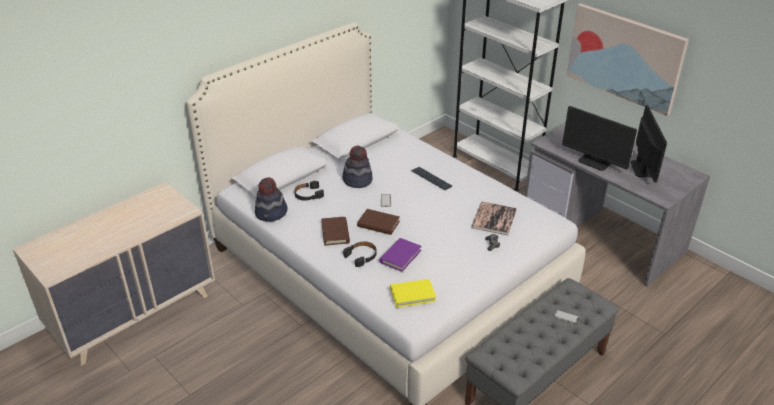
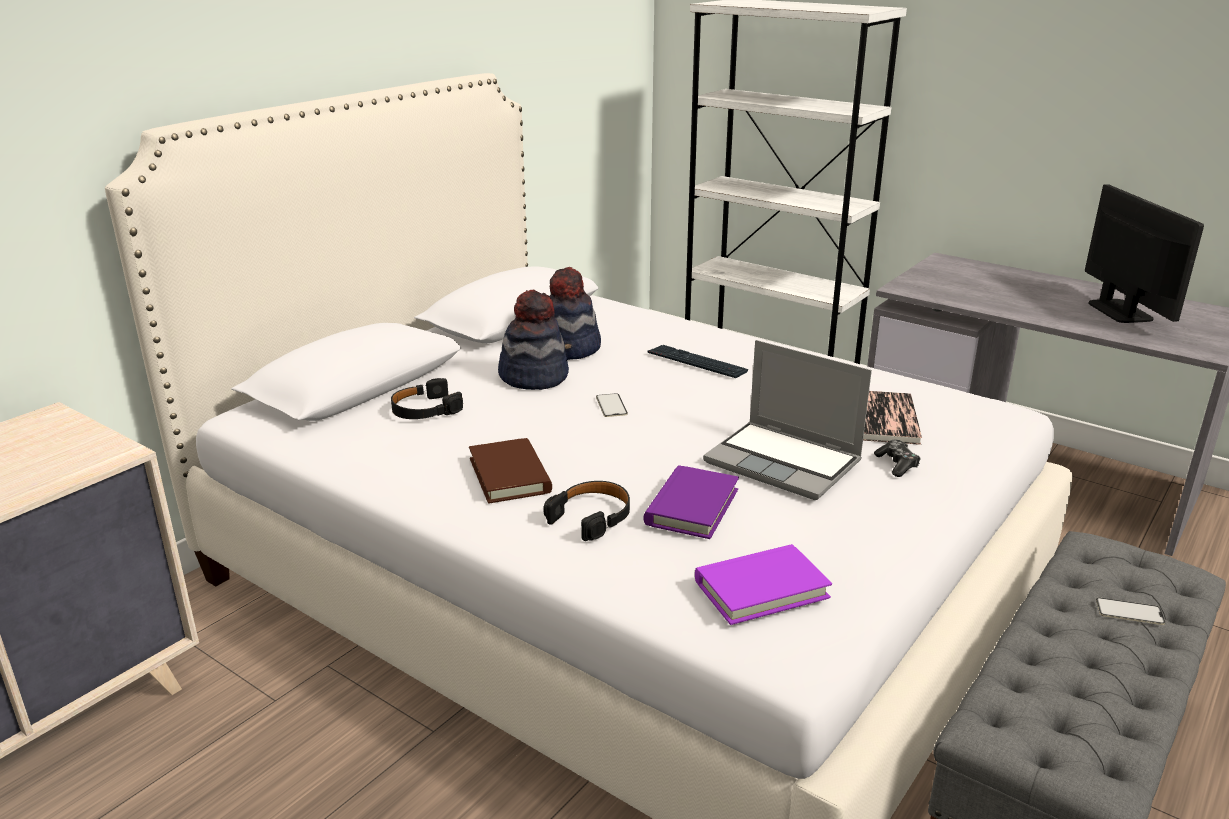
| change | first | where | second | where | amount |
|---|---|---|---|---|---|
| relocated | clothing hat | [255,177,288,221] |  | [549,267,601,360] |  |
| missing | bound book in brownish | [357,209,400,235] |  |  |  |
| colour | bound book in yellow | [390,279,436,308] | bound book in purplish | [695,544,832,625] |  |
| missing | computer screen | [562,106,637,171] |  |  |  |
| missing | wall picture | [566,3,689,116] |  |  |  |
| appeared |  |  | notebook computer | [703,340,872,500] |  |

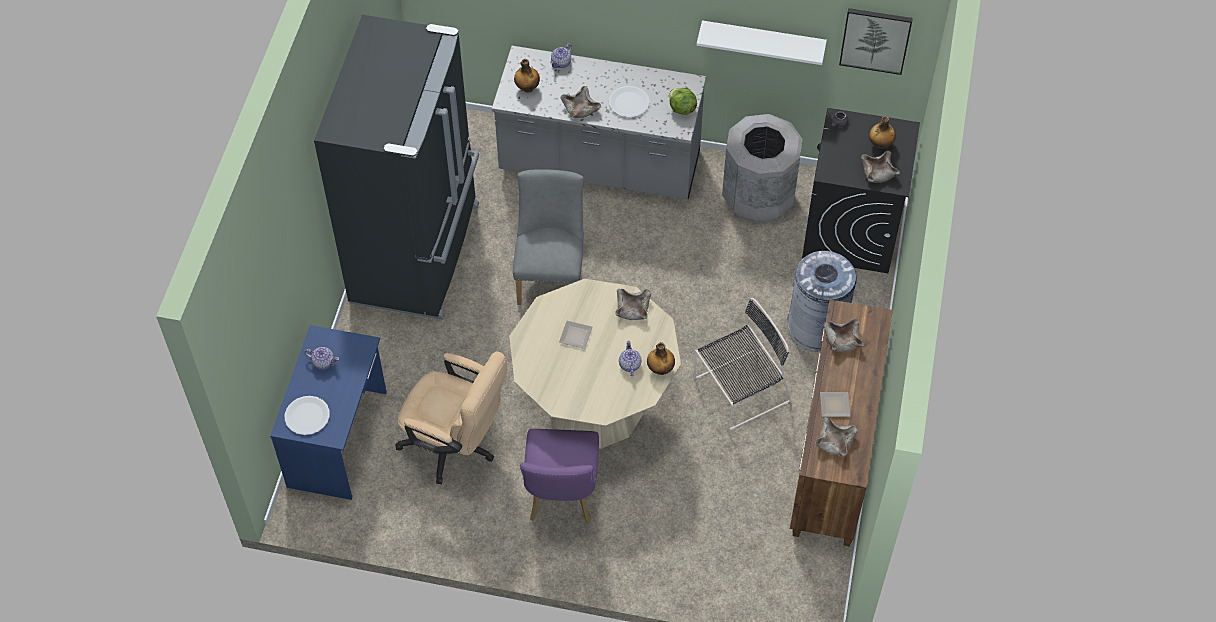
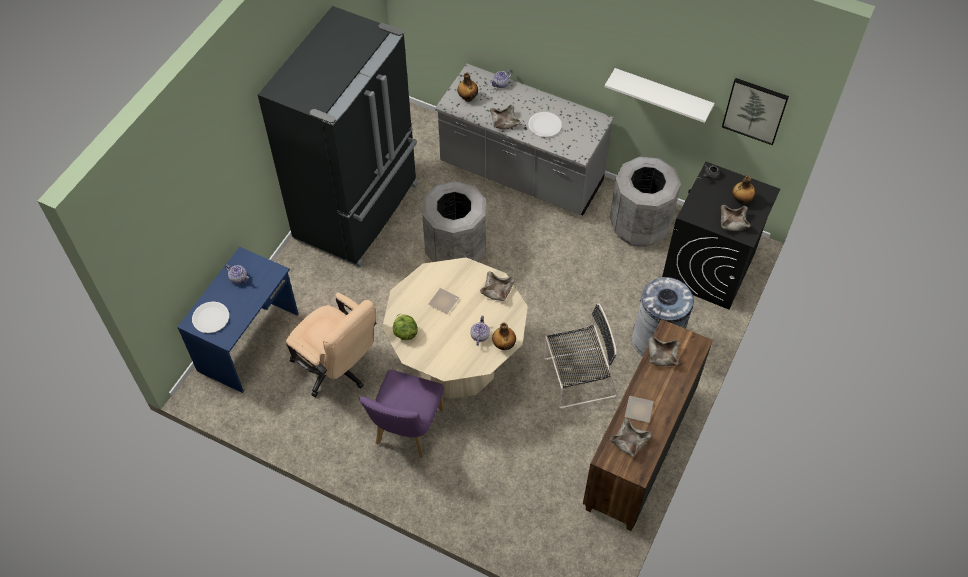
| change | first | where | second | where | amount |
|---|---|---|---|---|---|
| exchanged | upright chair in gray | [513,169,584,305] | waste bin in gray | [422,181,486,262] |  |
| relocated | lettuce | [669,88,697,115] |  | [393,314,418,340] |  |

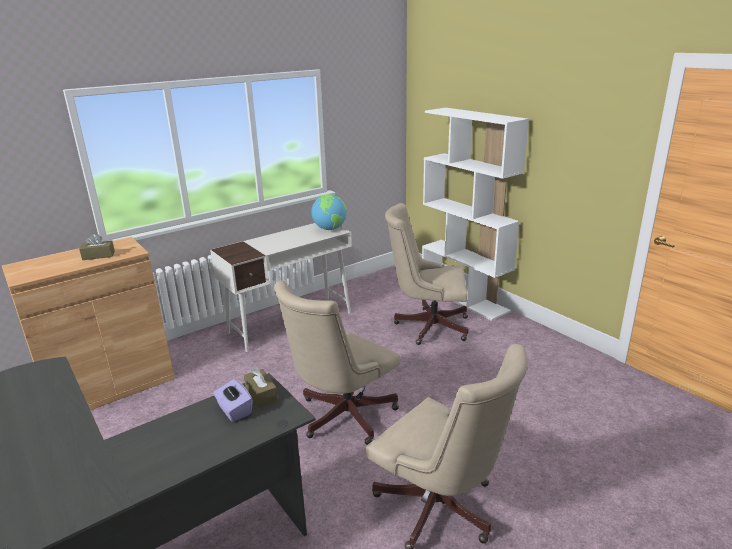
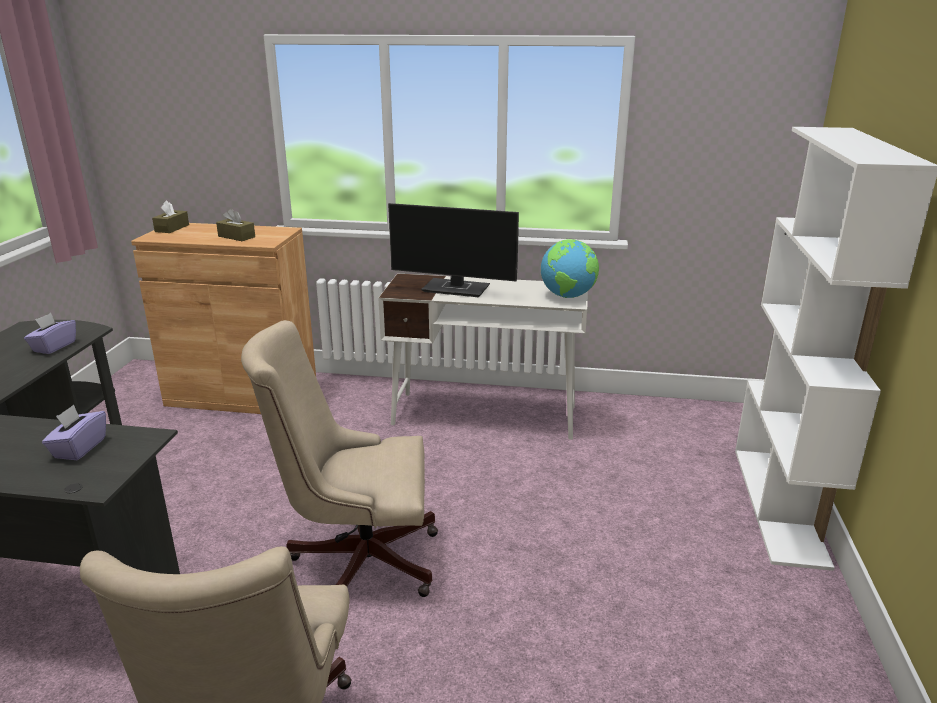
| change | first | where | second | where | amount |
|---|---|---|---|---|---|
| relocated | tissue holder in brownish | [244,367,278,408] |  | [152,200,189,233] |  |
| missing | office chair in beige | [385,203,468,345] |  |  |  |
| appeared |  |  | tissue holder in purplish | [24,313,76,354] |  |
| appeared |  |  | computer screen | [388,203,519,297] |  |

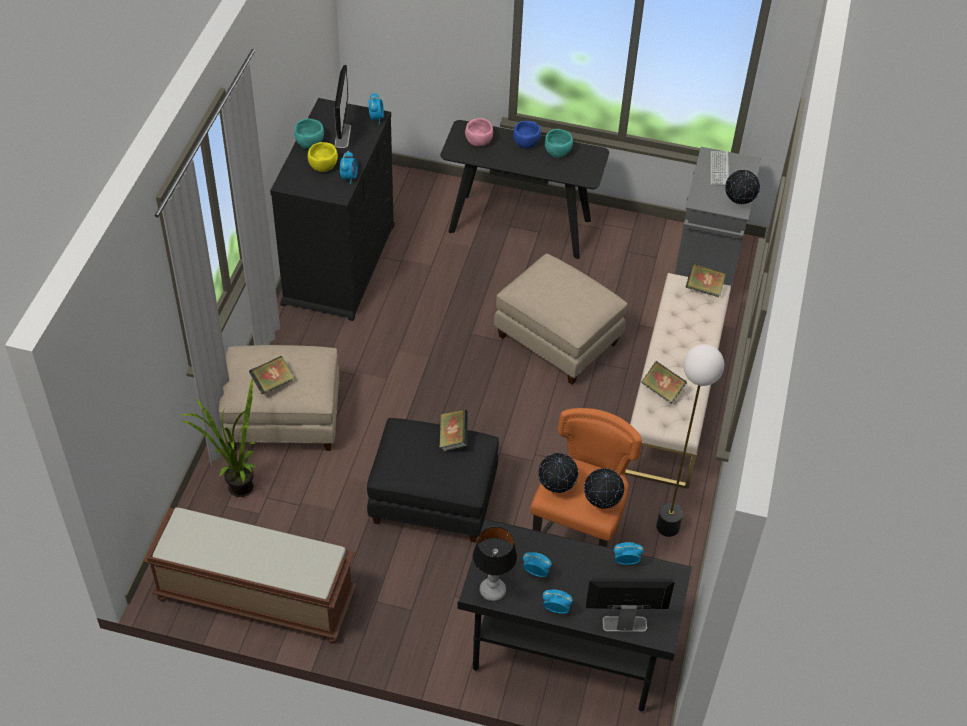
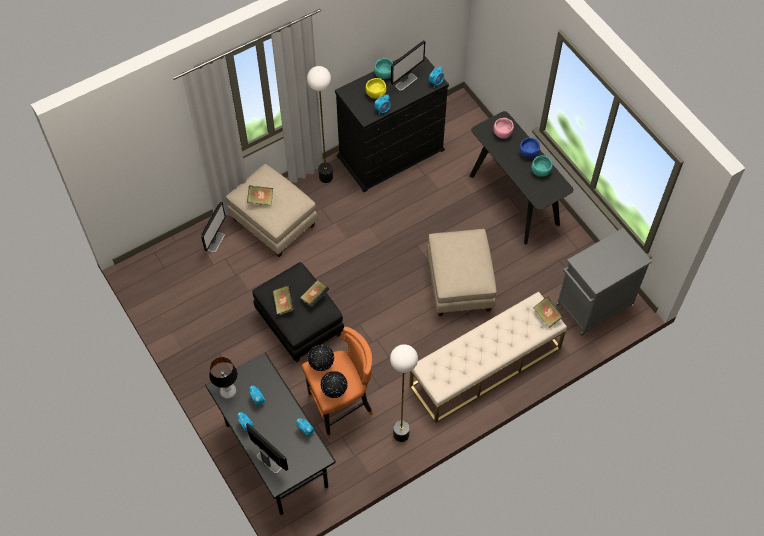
| change | first | where | second | where | amount |
|---|---|---|---|---|---|
| missing | bench in brownish | [143,508,357,643] |  |  |  |
| exchanged | potted plant | [179,377,256,497] | computer screen | [201,202,226,252] |  |
| relocated | bound book | [641,361,687,404] |  | [273,285,295,315] |  |
| missing | PC keyboard | [711,151,729,185] |  |  |  |
| missing | desk globe | [725,170,760,204] |  |  |  |
| appeared |  |  | standard lamp | [307,66,333,183] |  |

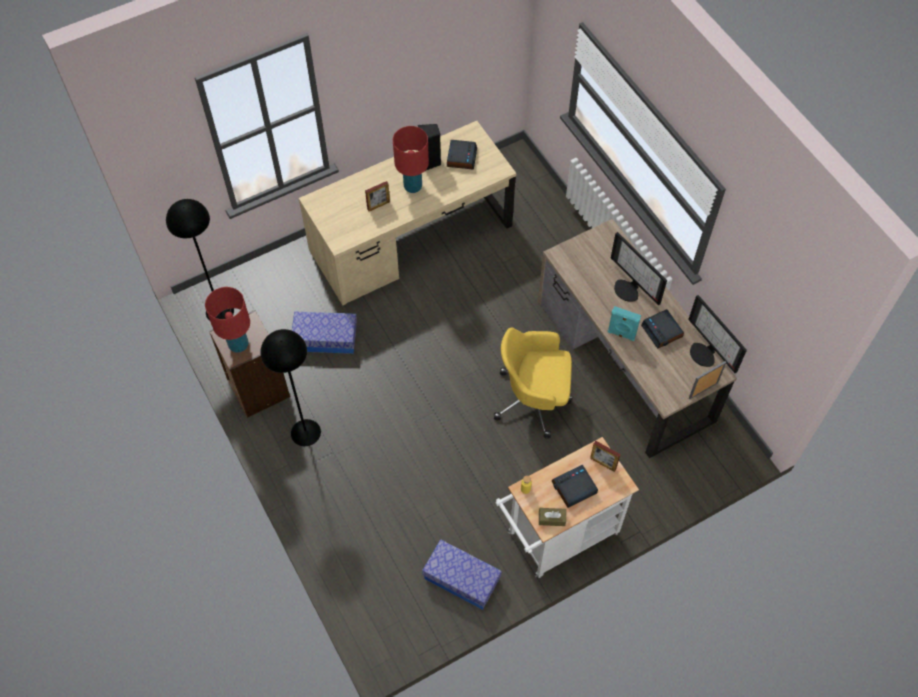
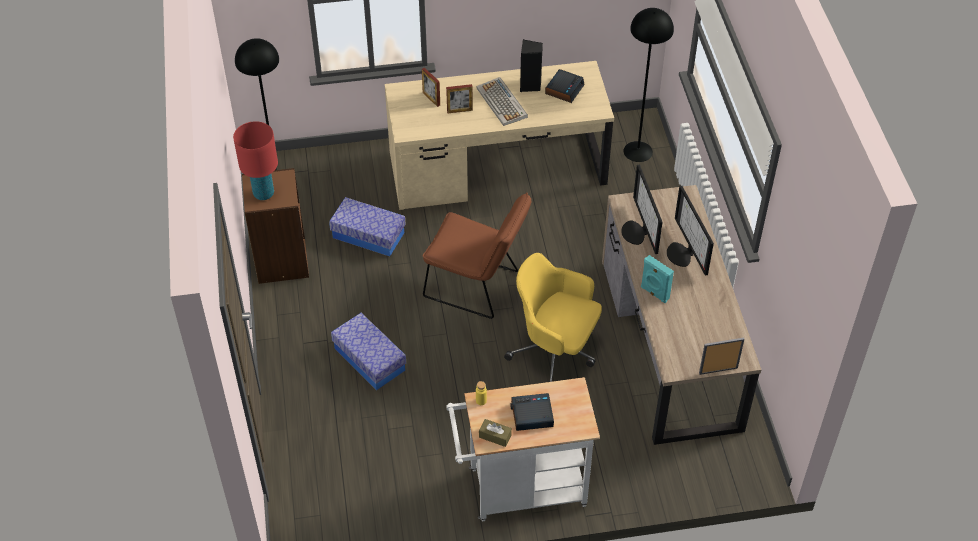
| change | first | where | second | where | amount |
|---|---|---|---|---|---|
| relocated | standard lamp in black-coloured | [260,329,321,446] |  | [623,8,674,162] |  |
| exchanged | tabletop lamp in red-coloured | [393,126,429,193] | PC keyboard | [476,77,528,126] |  |
| relocated | storage bin | [422,539,502,610] |  | [331,313,406,390] |  |
| relocated | photo frame | [590,441,621,472] |  | [422,68,440,107] |  |
| missing | bedside clock | [641,309,684,349] |  |  |  |
| relocated | computer screen | [688,295,747,373] |  | [621,164,663,254] |  |
| appeared |  |  | upright chair in brownish | [423,192,531,319] |  |

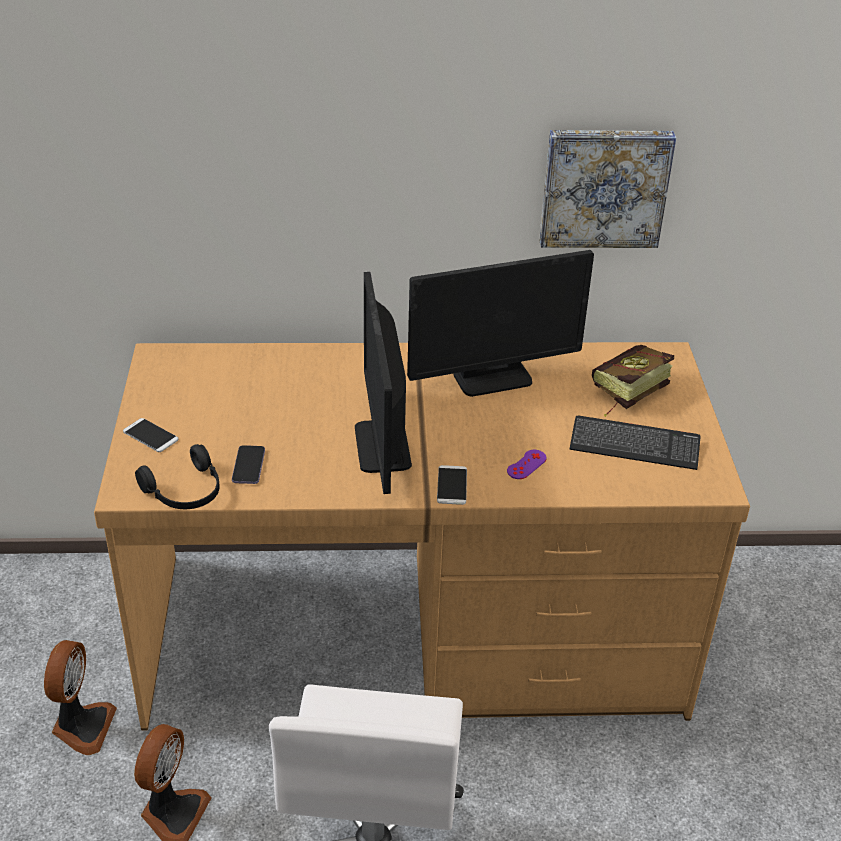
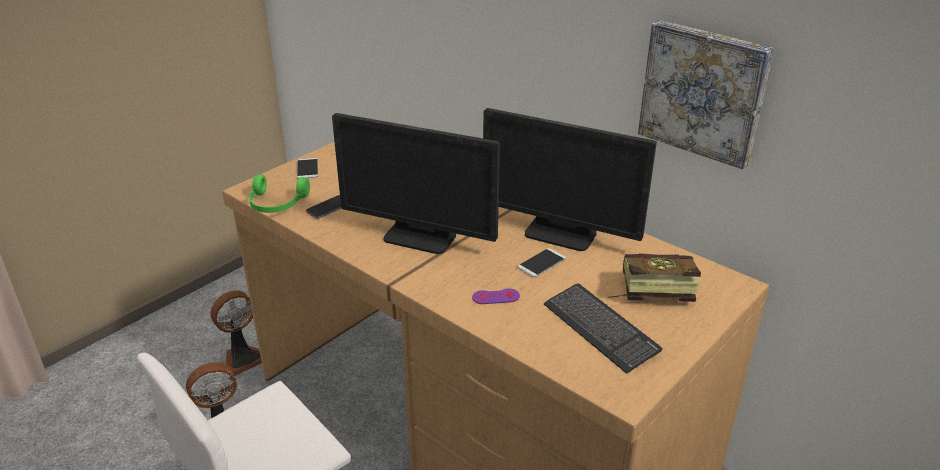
| change | first | where | second | where | amount |
|---|---|---|---|---|---|
| colour | headphones in black-coloured | [135,444,220,509] | headphones in green-coloured | [249,174,310,213] |  |
| spun | computer screen | [355,272,412,494] |  | [332,113,500,254] | 105 degrees counterclockwise |
| relocated | handset | [437,465,467,505] |  | [518,248,566,277] |  |

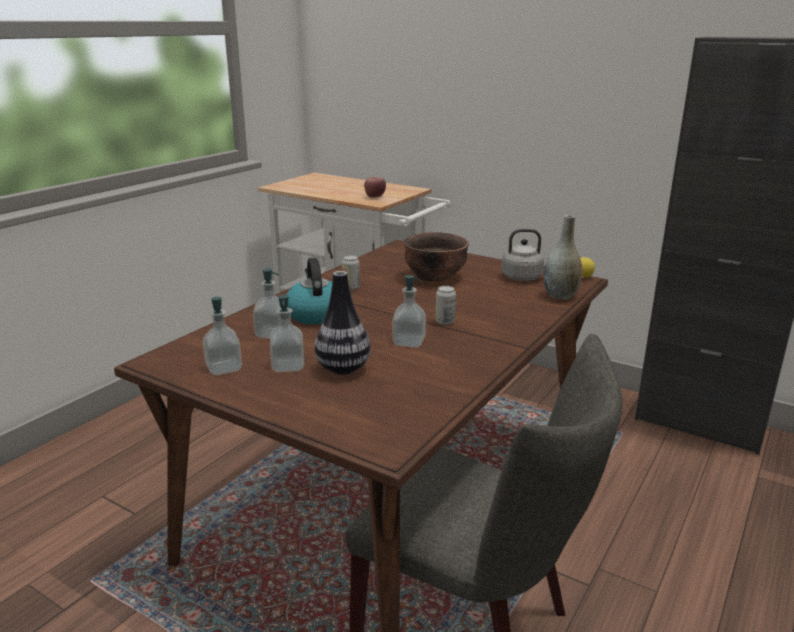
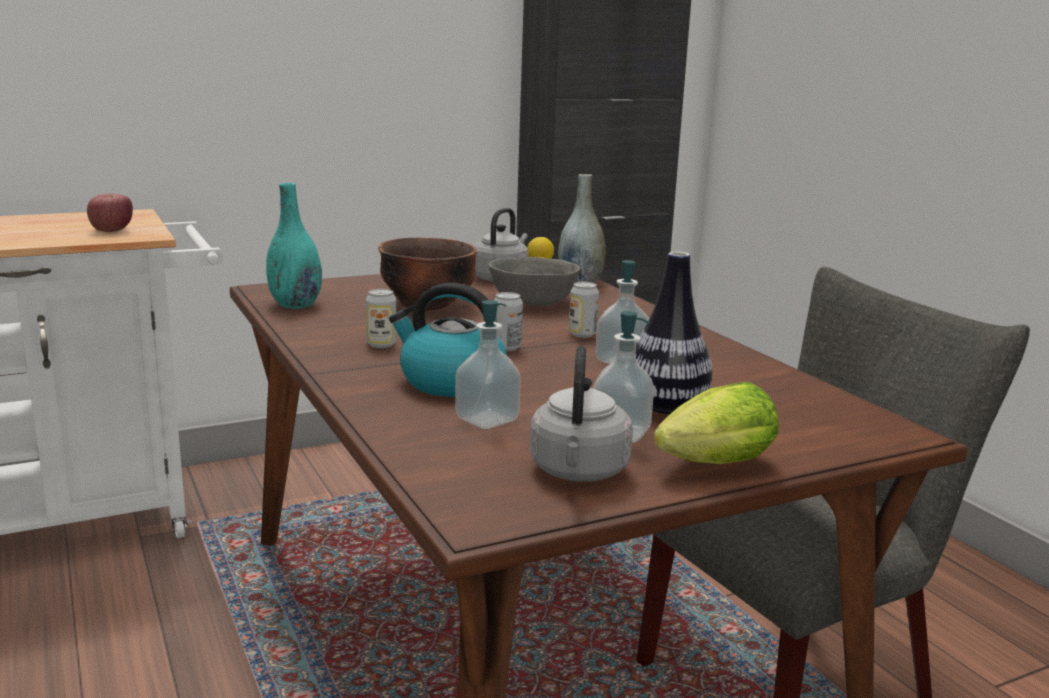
| change | first | where | second | where | amount |
|---|---|---|---|---|---|
| exchanged | soap bottle | [203,297,242,375] | water kettle in gray | [530,346,633,482] |  |
| appeared |  |  | decorative vase in blue-green | [266,183,322,309] |  |
| appeared |  |  | bowl in gray | [488,257,580,306] |  |
| appeared |  |  | can | [494,292,523,351] |  |
| appeared |  |  | lettuce | [654,382,779,464] |  |

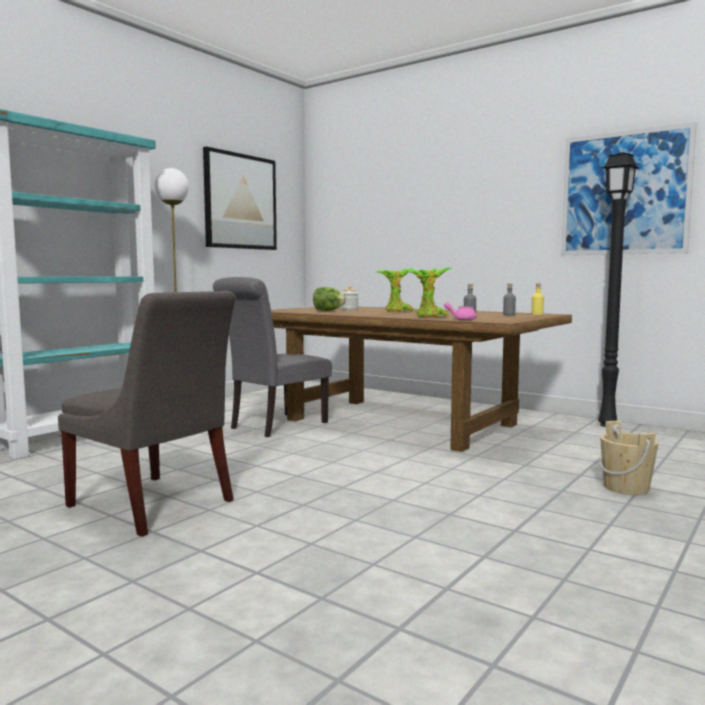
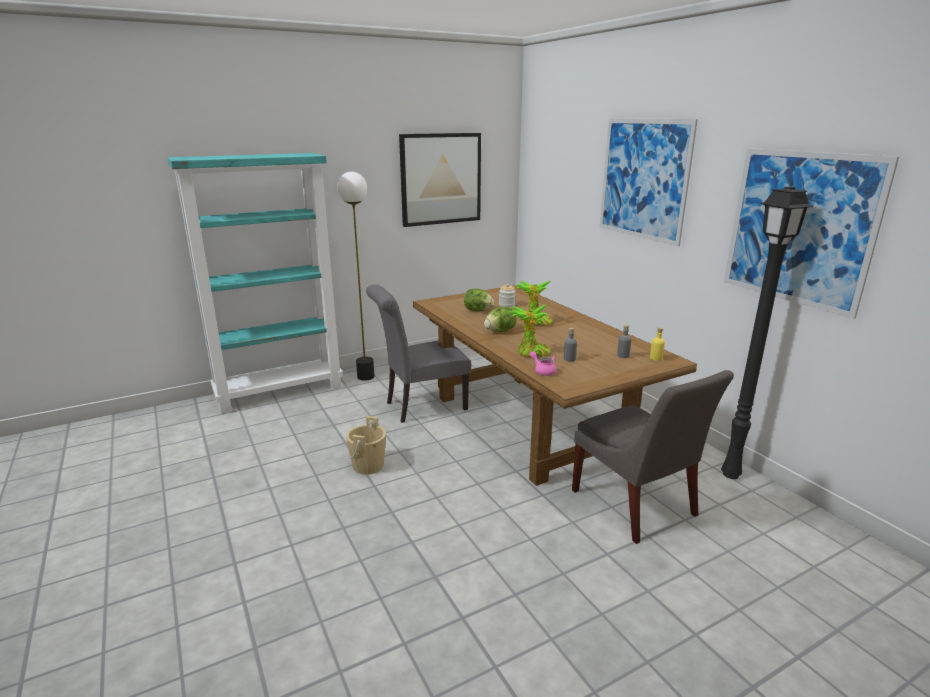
| change | first | where | second | where | amount |
|---|---|---|---|---|---|
| relocated | upright chair in gray | [58,291,236,537] |  | [572,370,734,544] |  |
| relocated | pail in beige | [599,421,659,495] |  | [346,416,386,475] |  |
| appeared |  |  | lettuce | [484,307,517,332] |  |
| appeared |  |  | wall picture | [599,119,698,246] |  |

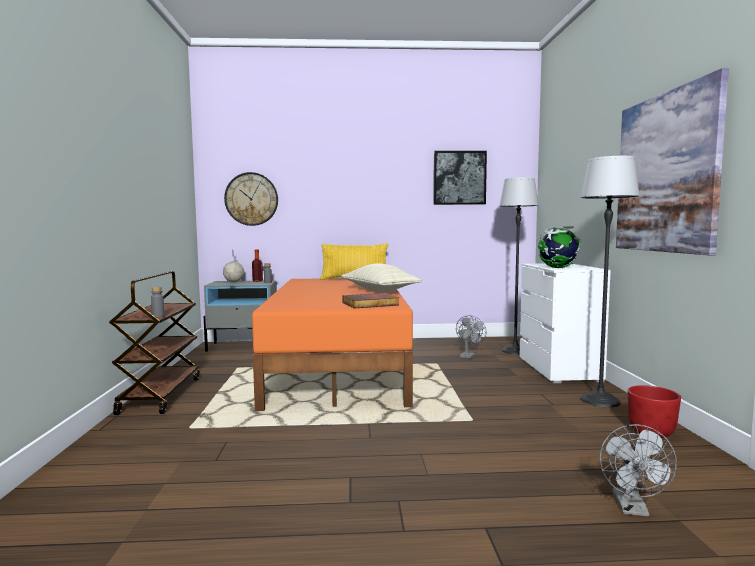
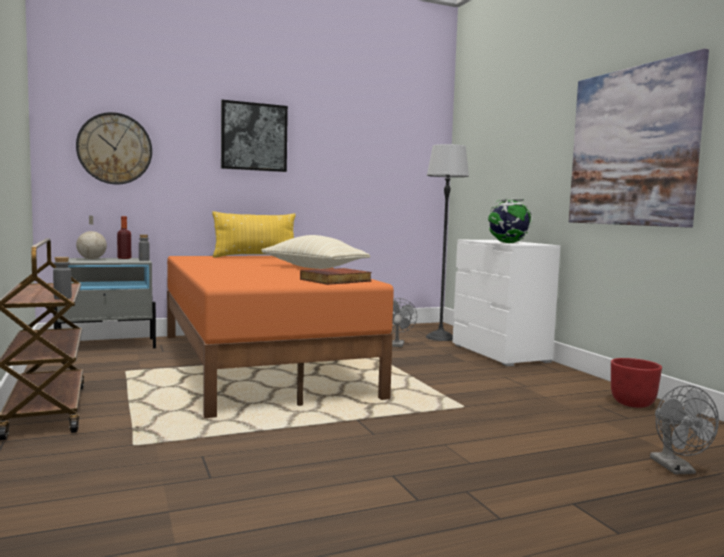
| change | first | where | second | where | amount |
|---|---|---|---|---|---|
| relocated | wall picture | [433,151,487,205] |  | [221,100,288,172] |  |
| missing | standard lamp | [580,156,640,407] |  |  |  |

